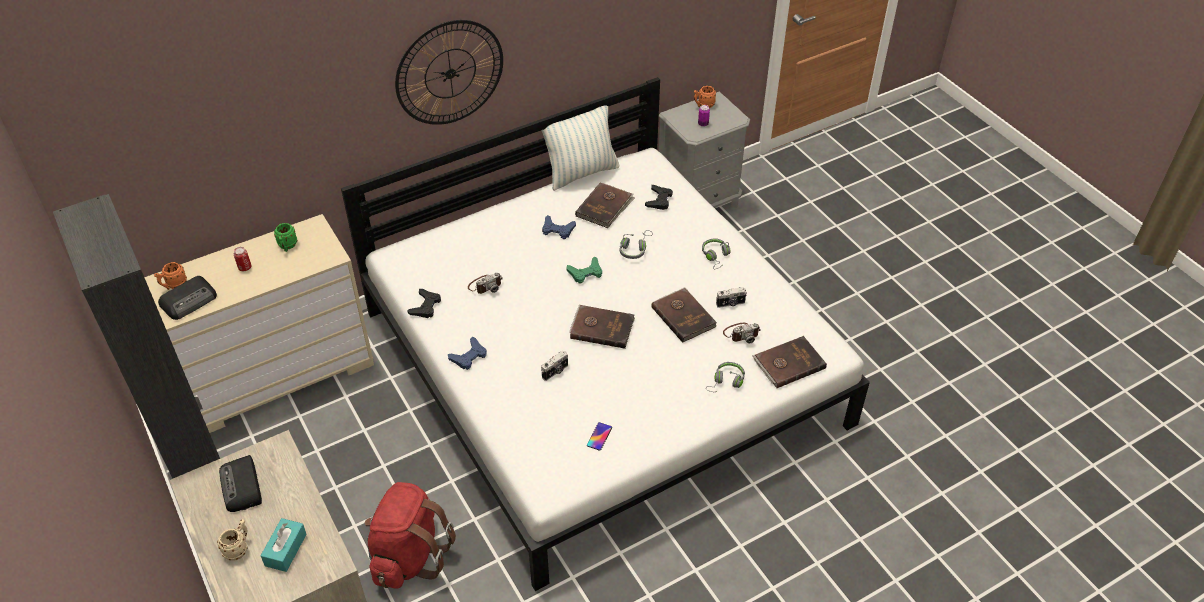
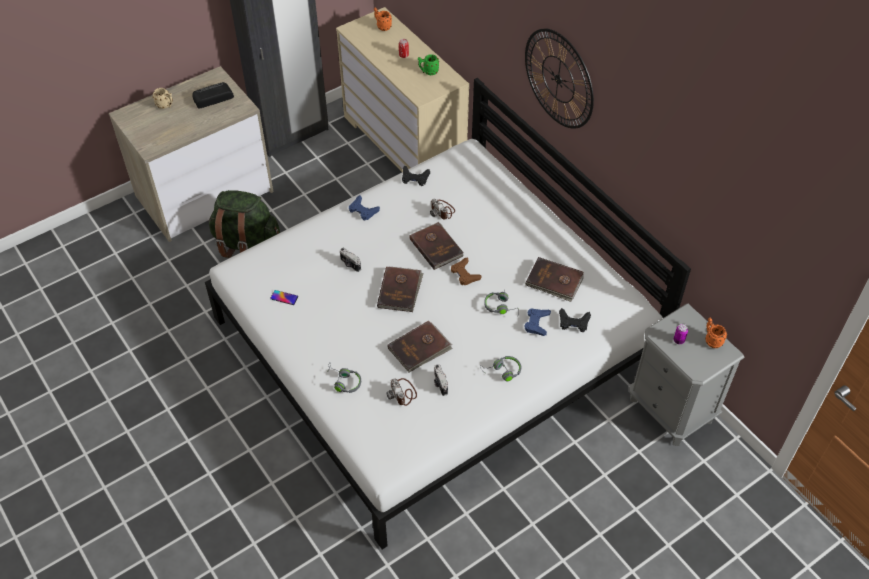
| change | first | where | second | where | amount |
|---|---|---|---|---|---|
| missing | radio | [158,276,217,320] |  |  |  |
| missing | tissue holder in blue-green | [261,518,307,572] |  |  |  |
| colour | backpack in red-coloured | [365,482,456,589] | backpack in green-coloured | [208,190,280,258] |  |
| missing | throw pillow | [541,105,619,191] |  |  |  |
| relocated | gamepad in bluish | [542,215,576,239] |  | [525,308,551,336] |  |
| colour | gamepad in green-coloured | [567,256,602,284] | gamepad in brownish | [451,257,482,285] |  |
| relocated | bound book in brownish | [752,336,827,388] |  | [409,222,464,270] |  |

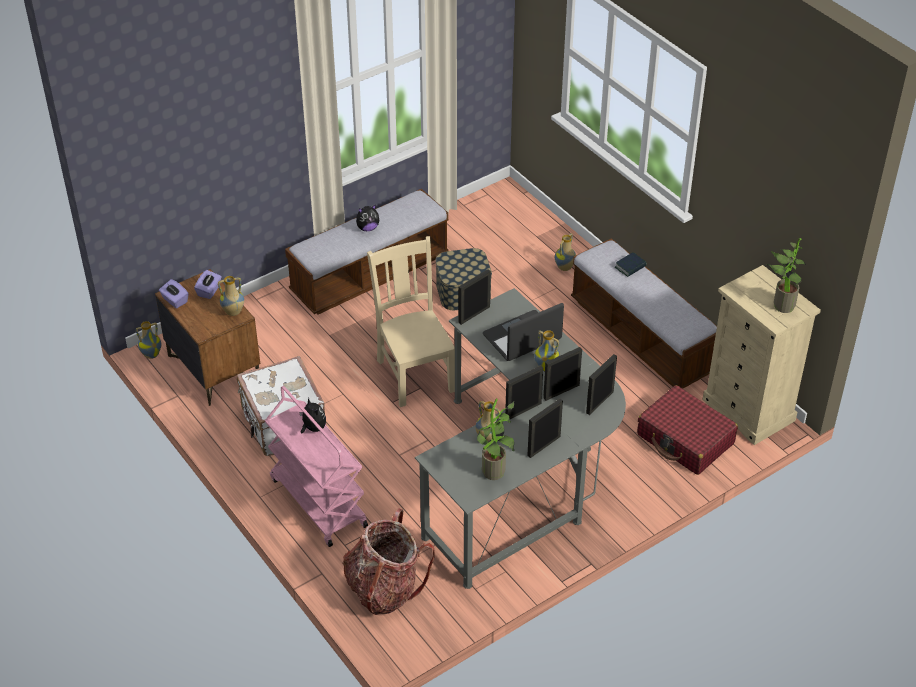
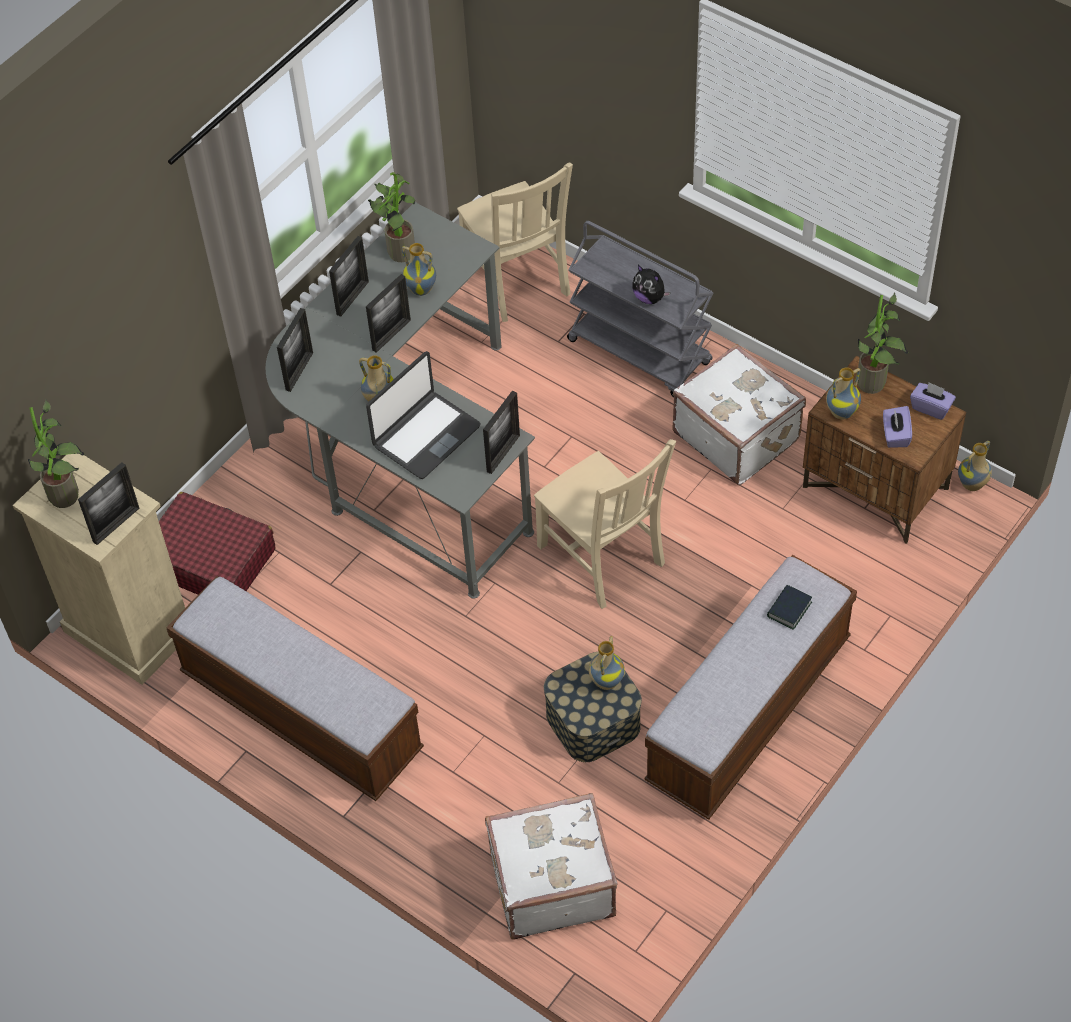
| change | first | where | second | where | amount |
|---|---|---|---|---|---|
| colour | cart in pink | [265,386,368,547] | cart in gray | [567,221,713,397] |  |
| exchanged | backpack | [343,508,435,615] | upright chair in beige | [457,162,573,322] |  |
| missing | plush toy | [356,205,379,231] |  |  |  |
| relocated | photo frame | [543,347,582,401] |  | [78,462,140,545] |  |
| relocated | decorative vase | [555,233,576,271] |  | [589,636,625,690] |  |
| relocated | bound book | [615,252,646,277] |  | [767,585,812,630] |  |
| appeared |  |  | piece of luggage in white | [485,793,618,940] |  |
| appeared |  |  | potted plant | [858,292,908,394] |  |

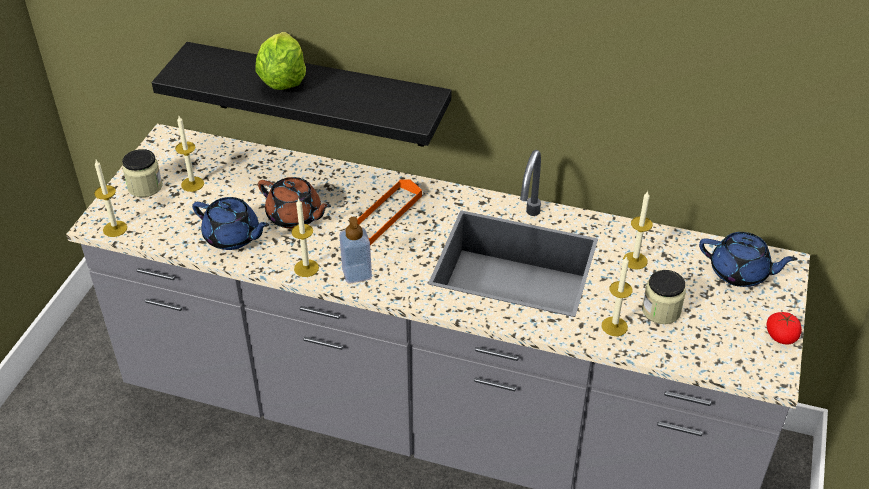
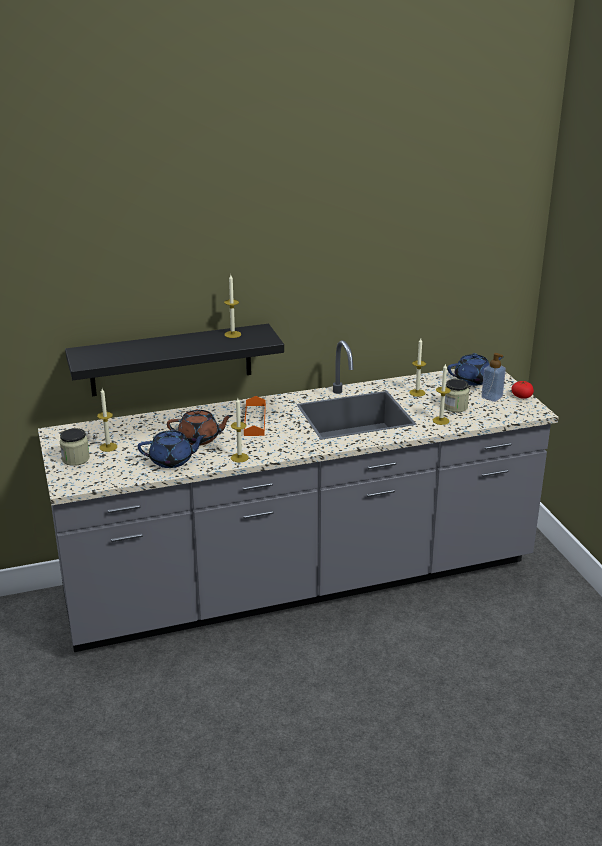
| change | first | where | second | where | amount |
|---|---|---|---|---|---|
| relocated | wax light | [94,160,127,237] |  | [224,275,241,338] |  |
| missing | lettuce | [255,32,306,90] |  |  |  |
| relocated | soap bottle | [339,217,372,283] |  | [481,353,506,402] |  |

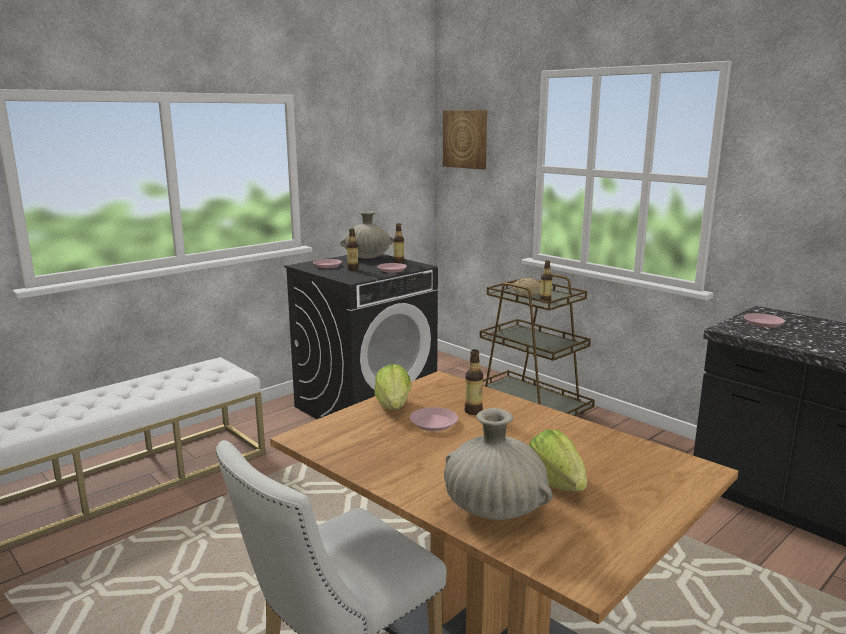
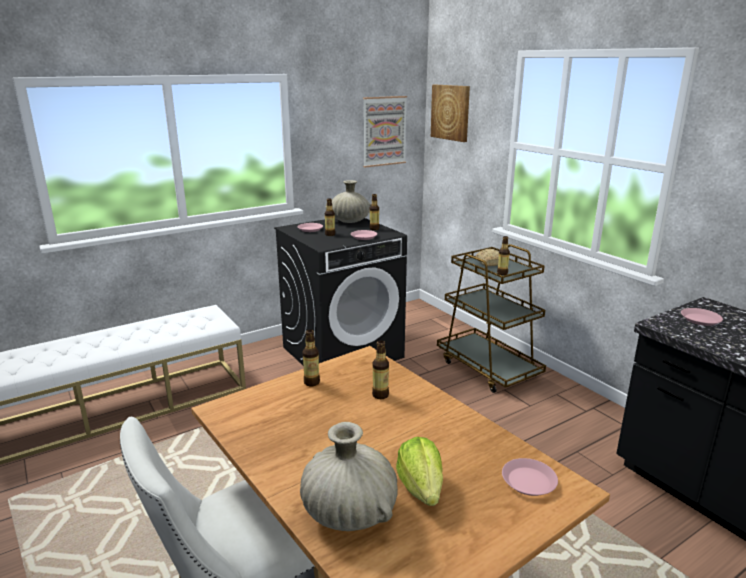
| change | first | where | second | where | amount |
|---|---|---|---|---|---|
| exchanged | lettuce | [374,364,411,410] | drink bottle | [302,330,320,386] |  |
| relocated | plate in pink | [410,407,458,431] |  | [502,458,558,496] |  |
| appeared |  |  | wall picture | [363,96,407,167] |  |

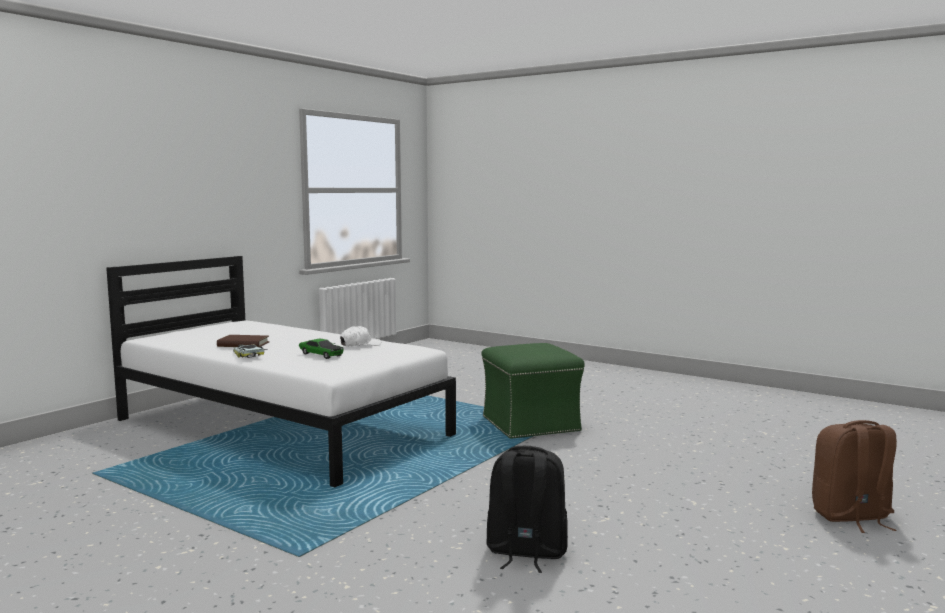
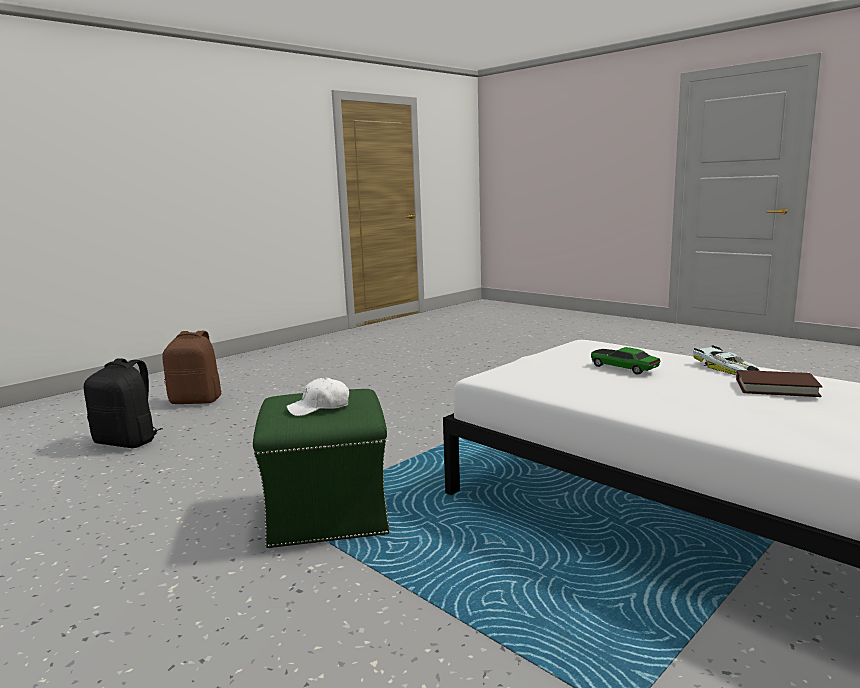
| change | first | where | second | where | amount |
|---|---|---|---|---|---|
| relocated | peaked cap in white | [340,326,381,346] |  | [286,377,349,416] |  |
| relocated | backpack in black-coloured | [486,446,568,573] |  | [84,358,162,448] |  |

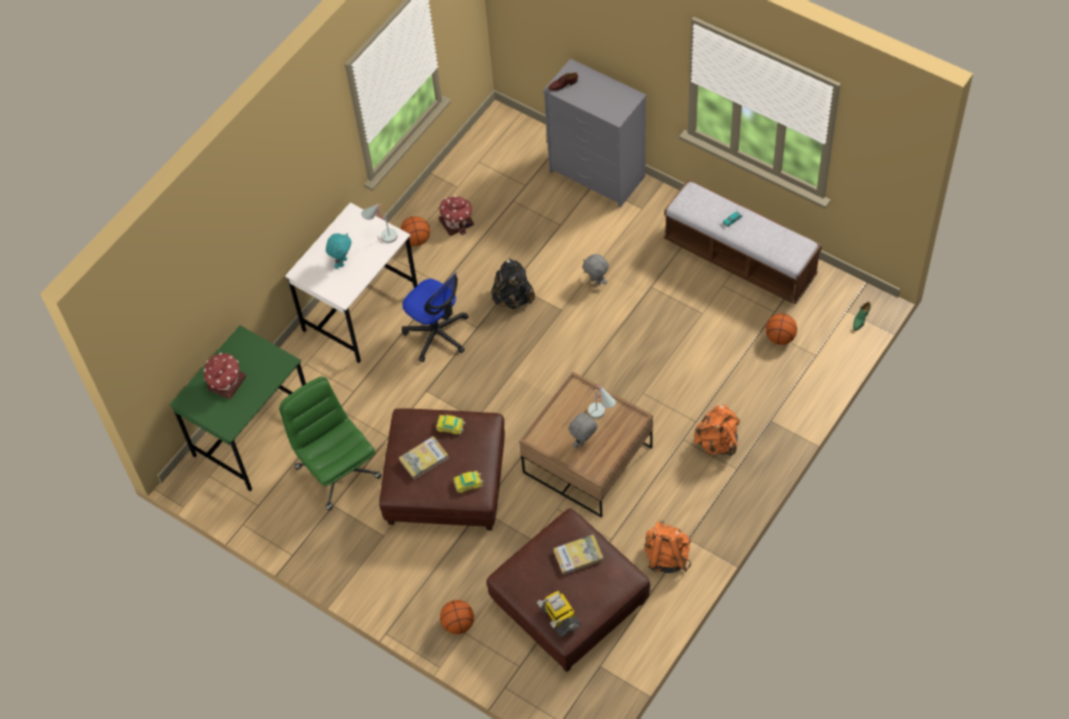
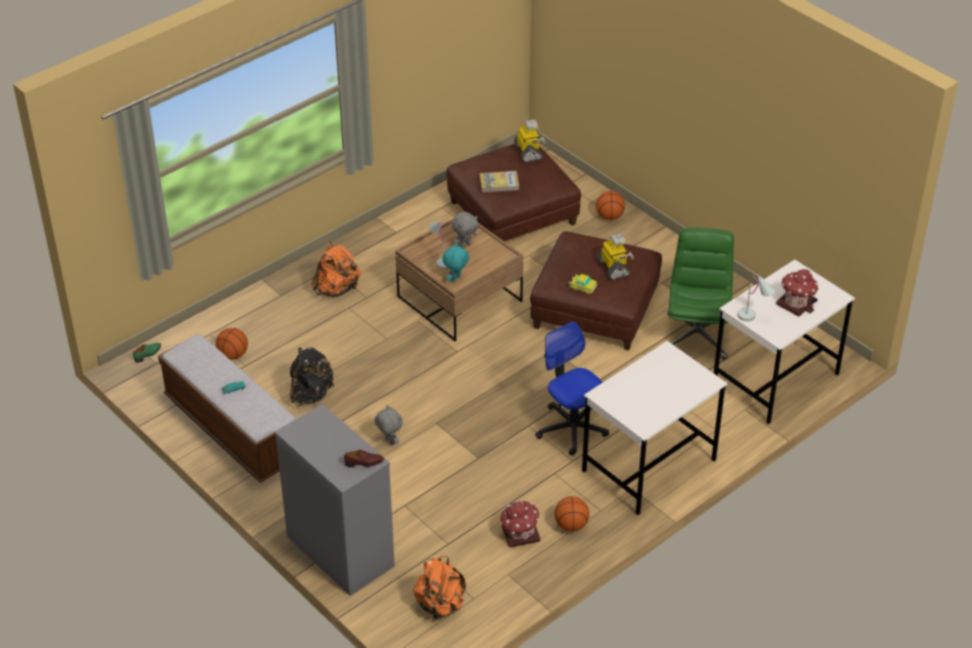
| change | first | where | second | where | amount |
|---|---|---|---|---|---|
| colour | desk in green-coloured | [169,325,306,491] | desk in white | [714,260,855,424] |  |
| spun | office chair in green-coloured | [279,377,382,510] |  | [667,228,734,360] | 150 degrees counterclockwise |
| relocated | plush toy in blue-green | [326,233,351,268] |  | [442,243,469,282] |  |
| relocated | tabletop lamp in white | [361,204,397,243] |  | [738,274,775,321] |  |
| exchanged | bound book | [399,436,449,479] | robot figure | [597,234,634,280] |  |
| missing | model car | [454,471,484,493] |  |  |  |
| relocated | backpack in black-coloured | [491,259,535,309] |  | [290,347,334,406] |  |
| relocated | backpack in orange | [644,520,691,573] |  | [413,556,466,620] |  |

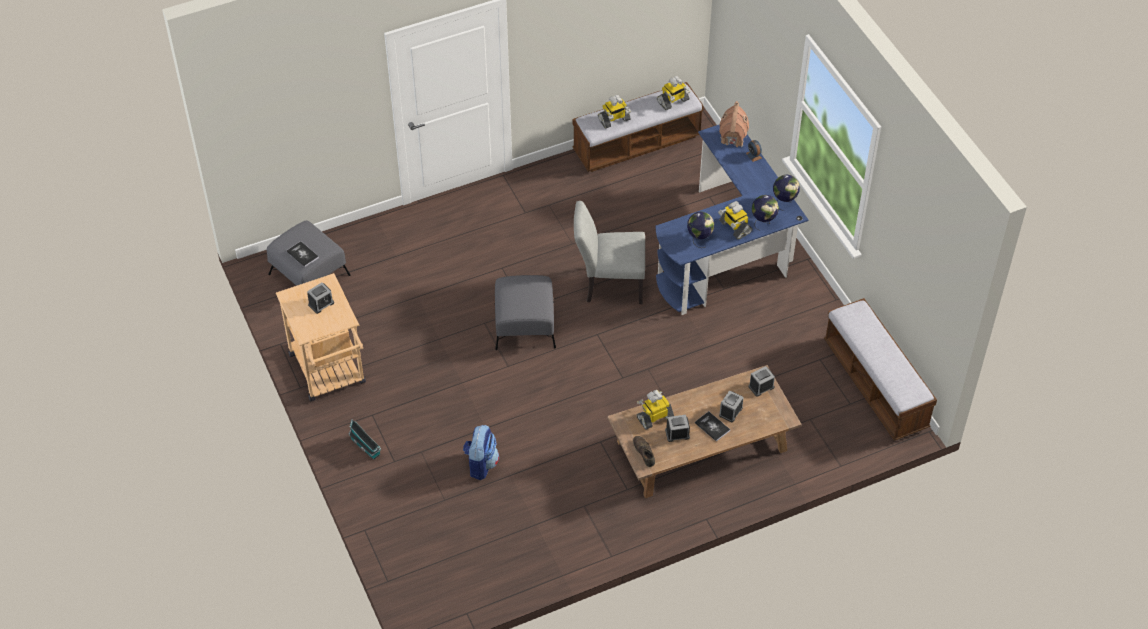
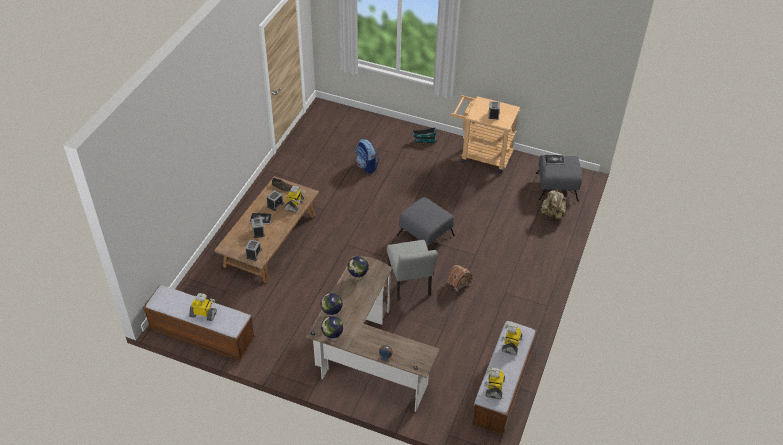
| change | first | where | second | where | amount |
|---|---|---|---|---|---|
| spun | upright chair in gray | [574,201,645,304] |  | [387,240,438,301] | 120 degrees clockwise |
| colour | desk in bluish | [656,124,808,315] | desk in brownish | [306,256,439,412] |  |
| relocated | robot figure | [718,201,752,239] |  | [189,293,217,321] |  |
| relocated | toy house | [719,101,749,147] |  | [447,265,473,292] |  |
| appeared |  |  | backpack in beige | [541,189,566,221] |  |

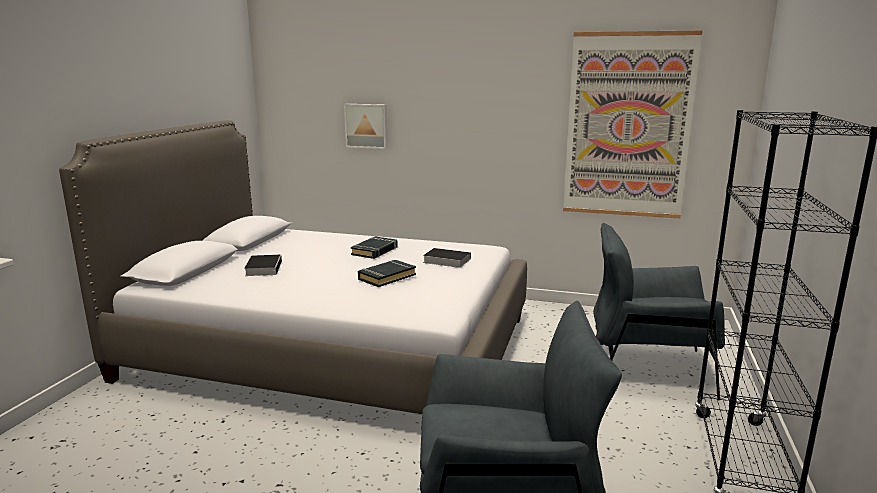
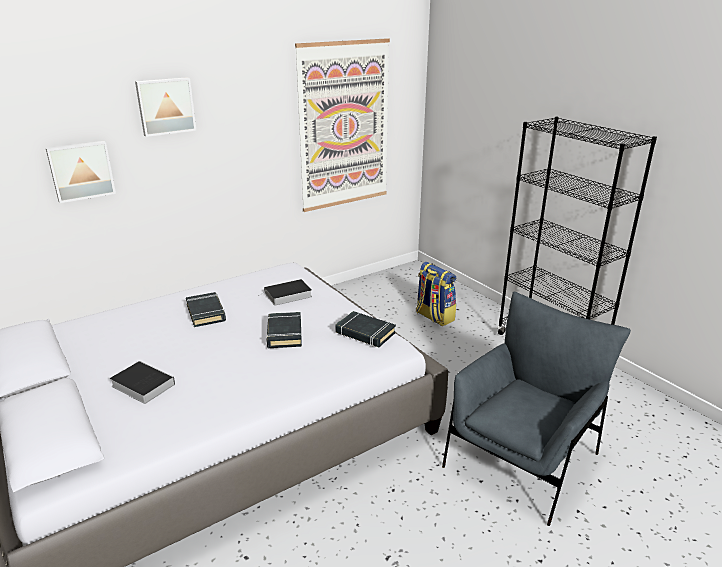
| change | first | where | second | where | amount |
|---|---|---|---|---|---|
| exchanged | lounge chair in gray | [593,223,725,400] | backpack | [416,262,456,326] |  |
| appeared |  |  | wall picture | [135,77,196,137] |  |
| appeared |  |  | bound book in black-coloured | [335,311,396,347] |  |

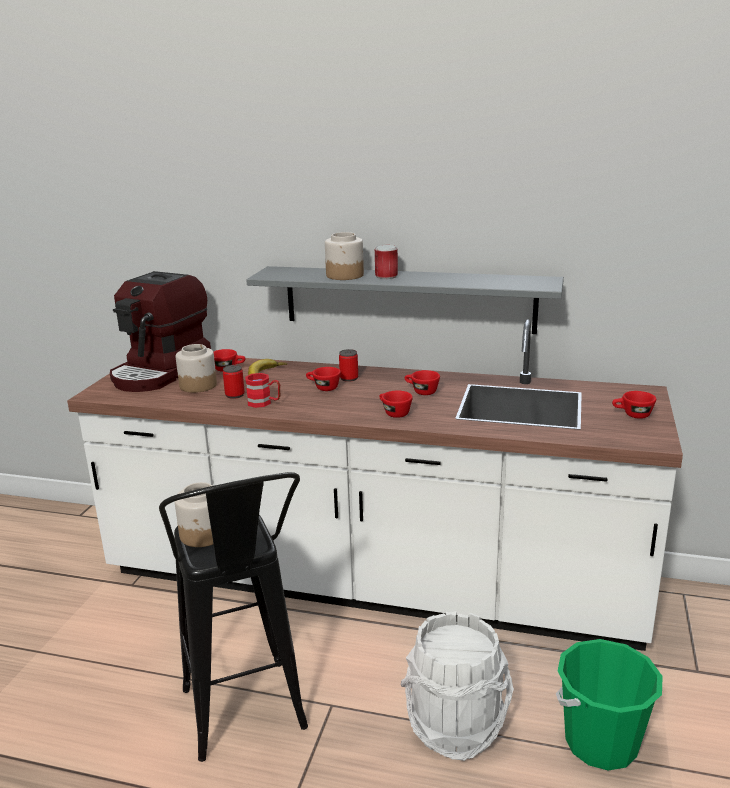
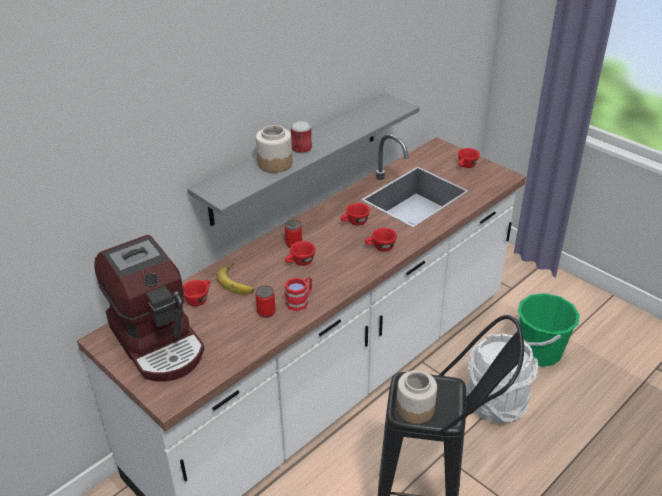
| change | first | where | second | where | amount |
|---|---|---|---|---|---|
| missing | jar | [176,344,217,393] |  |  |  |

